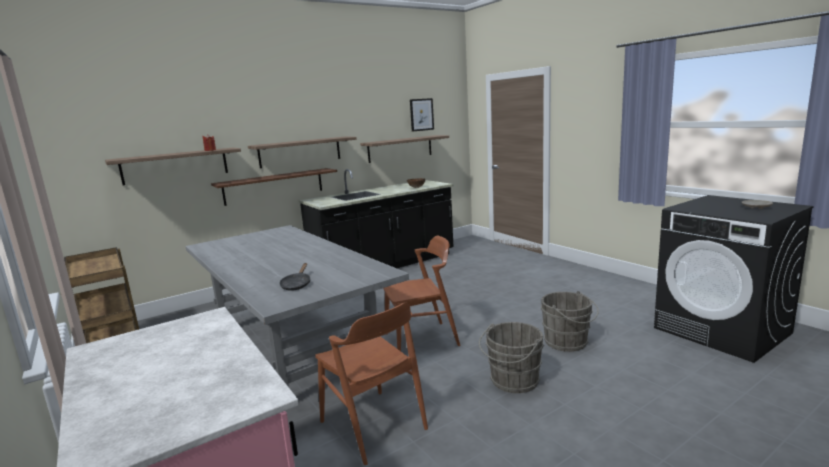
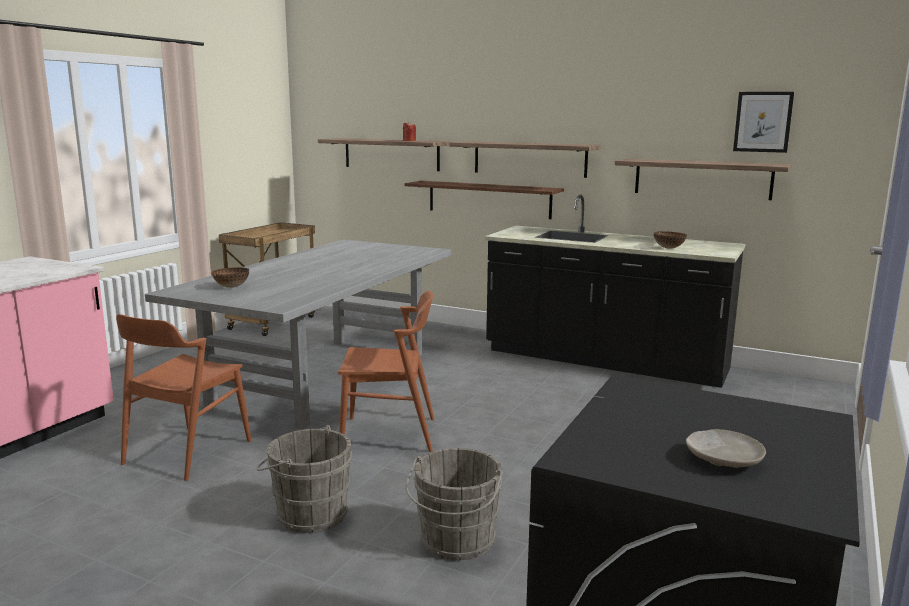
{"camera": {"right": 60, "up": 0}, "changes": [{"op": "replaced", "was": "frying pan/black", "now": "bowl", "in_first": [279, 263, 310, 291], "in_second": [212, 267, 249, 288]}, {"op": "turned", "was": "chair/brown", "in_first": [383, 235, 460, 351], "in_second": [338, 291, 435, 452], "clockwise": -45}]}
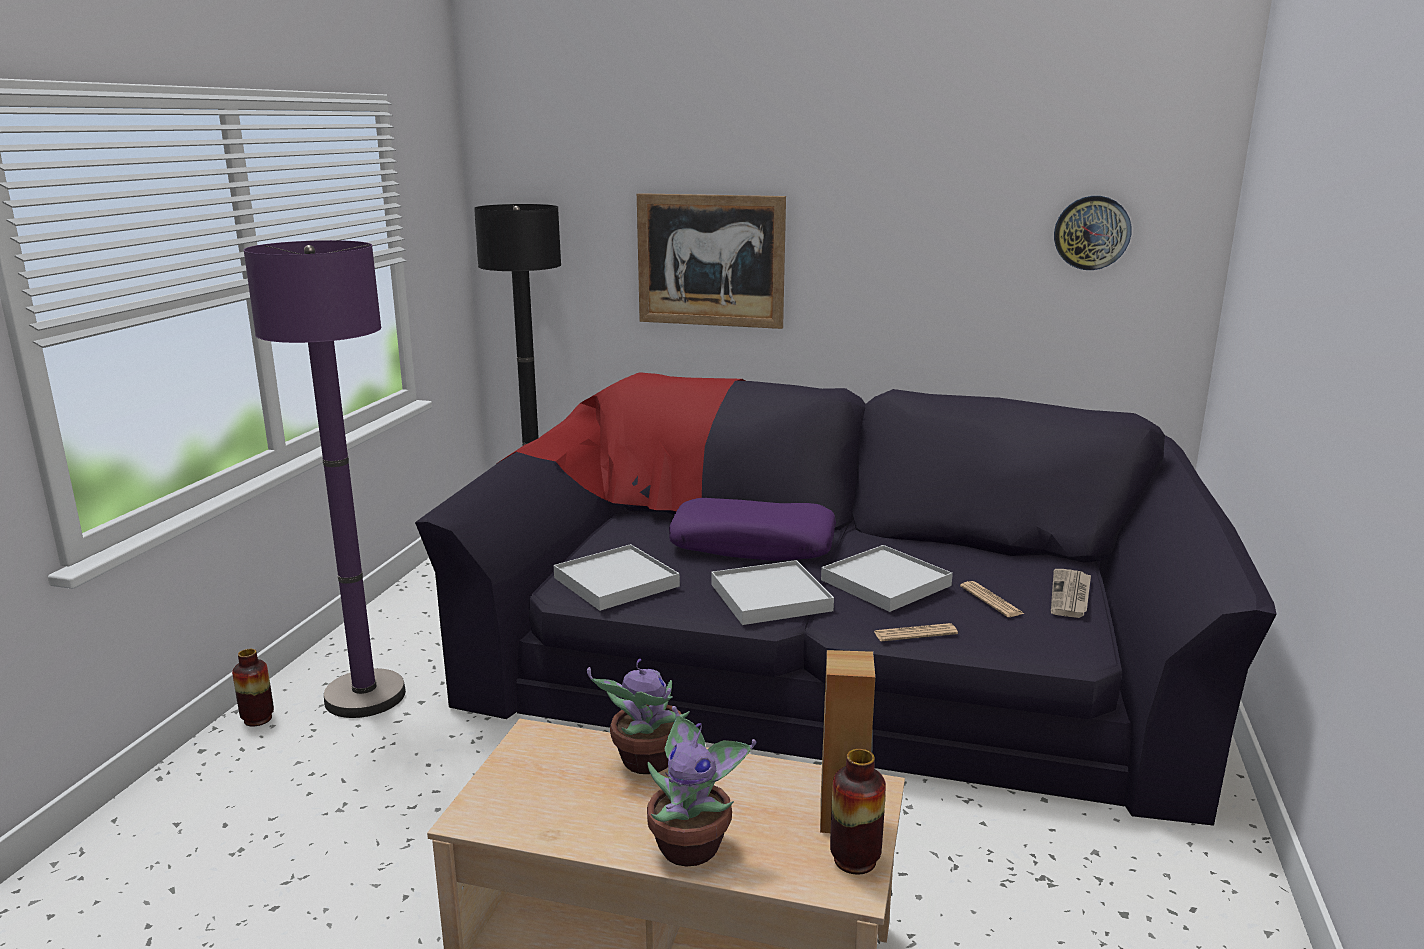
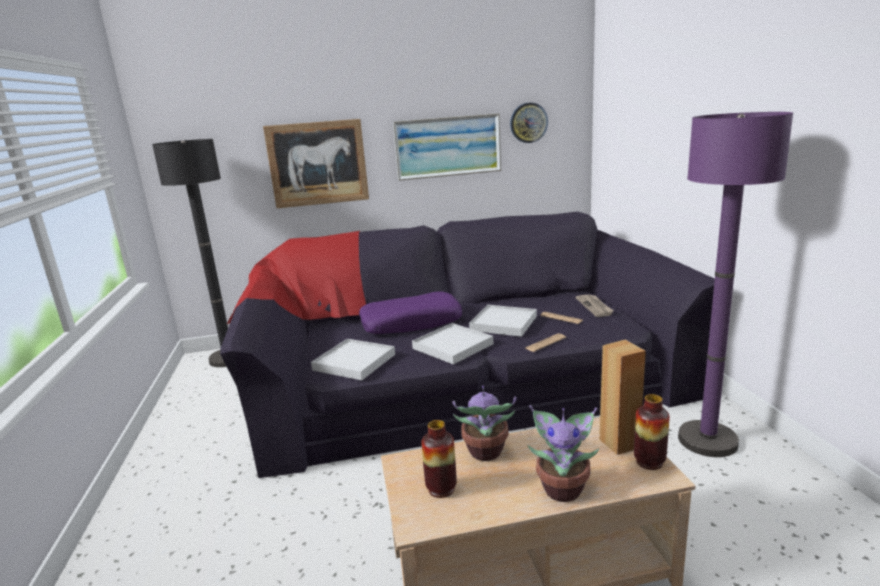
{"camera": {"right": -25, "up": 0}, "changes": [{"op": "moved", "was": "vase", "in_first": [232, 649, 274, 727], "in_second": [421, 420, 457, 498]}, {"op": "moved", "was": "floor lamp/purple", "in_first": [243, 240, 406, 718], "in_second": [678, 112, 793, 457]}, {"op": "added", "now": "picture", "in_second": [393, 113, 501, 181]}]}
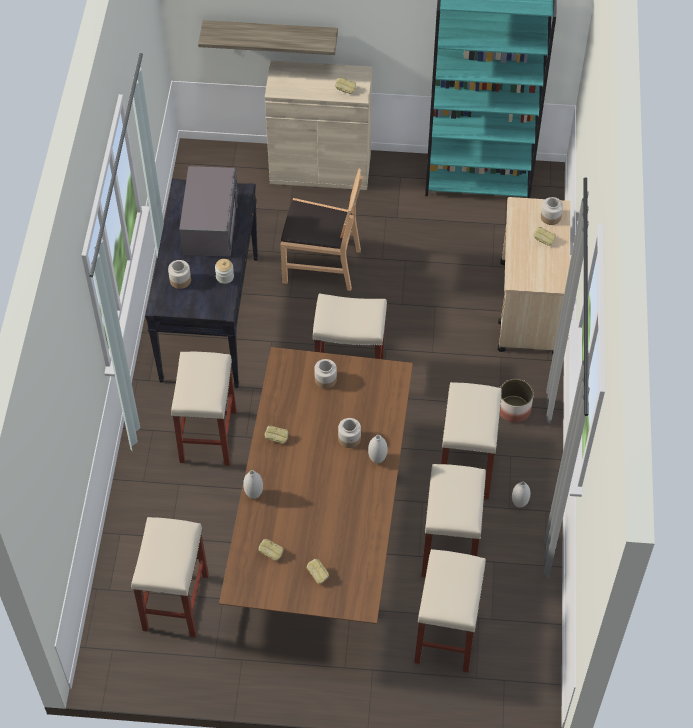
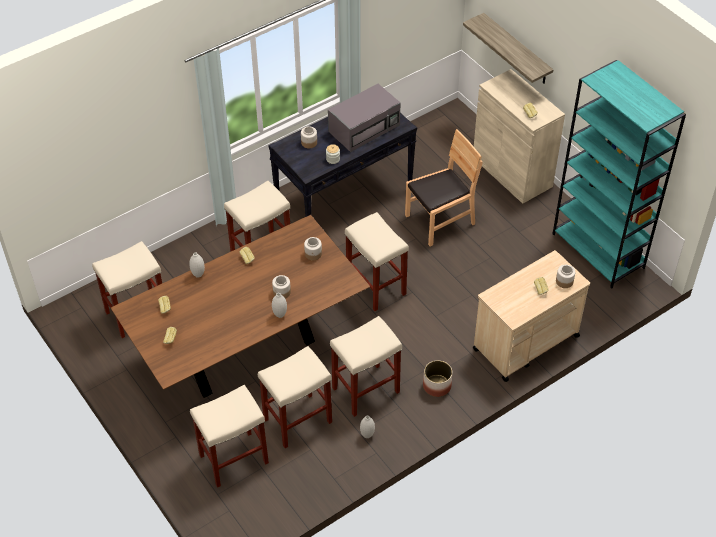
{"camera": {"right": 50, "up": -5}, "changes": [{"op": "turned", "was": "chair/brown", "in_first": [280, 169, 363, 291], "in_second": [405, 129, 483, 246], "clockwise": -90}]}
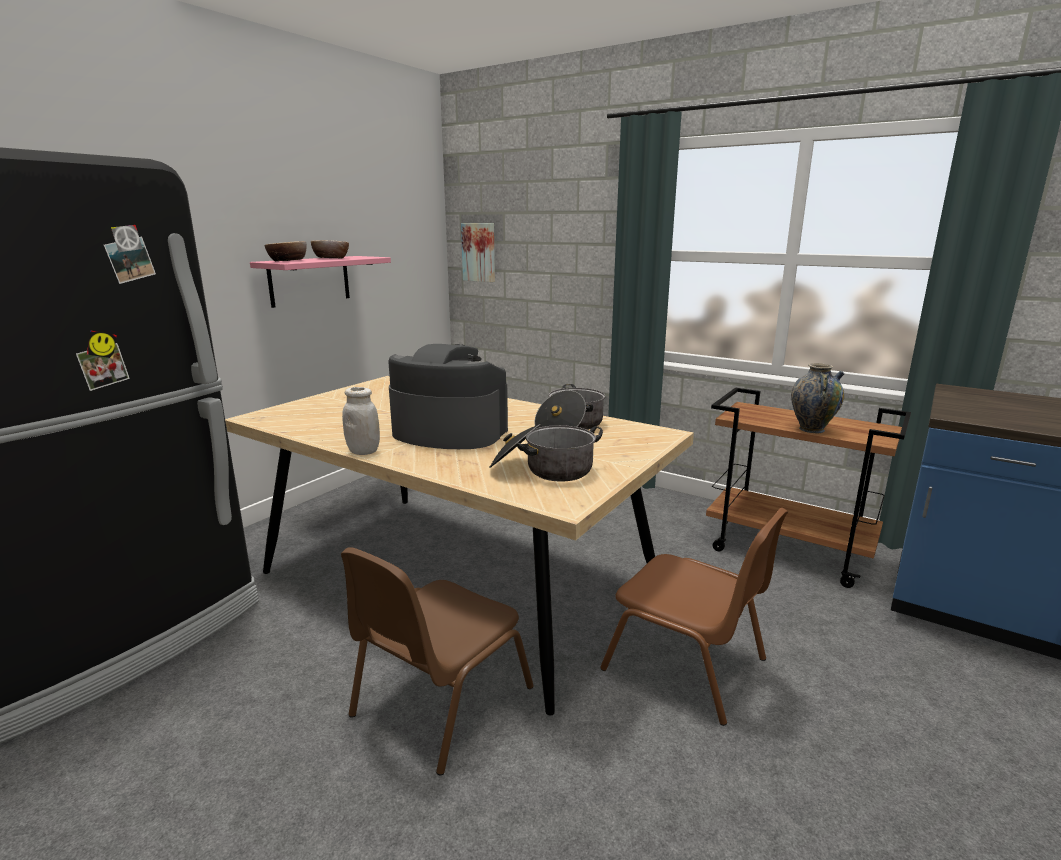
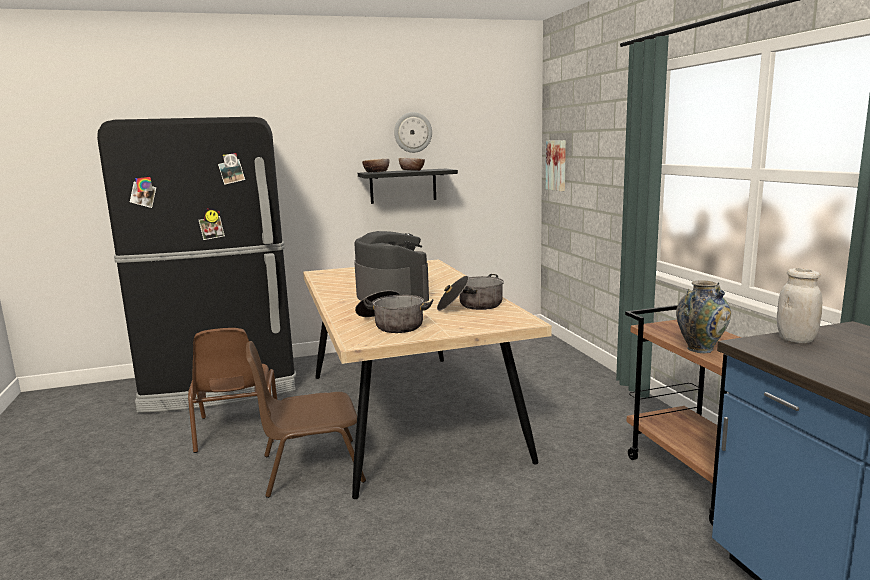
{"camera": {"right": 40, "up": -5}, "changes": [{"op": "recoloured", "was": "shelf/pink", "now": "shelf/black", "in_first": [250, 256, 391, 308], "in_second": [358, 169, 458, 204]}, {"op": "moved", "was": "jar/white", "in_first": [342, 387, 380, 455], "in_second": [777, 268, 822, 343]}, {"op": "moved", "was": "chair/brown", "in_first": [600, 508, 788, 726], "in_second": [188, 328, 277, 453]}, {"op": "added", "now": "wall clock", "in_second": [394, 112, 432, 153]}]}
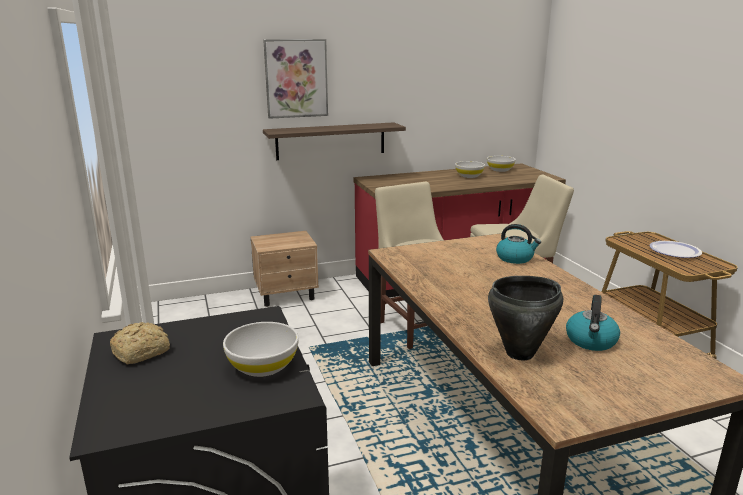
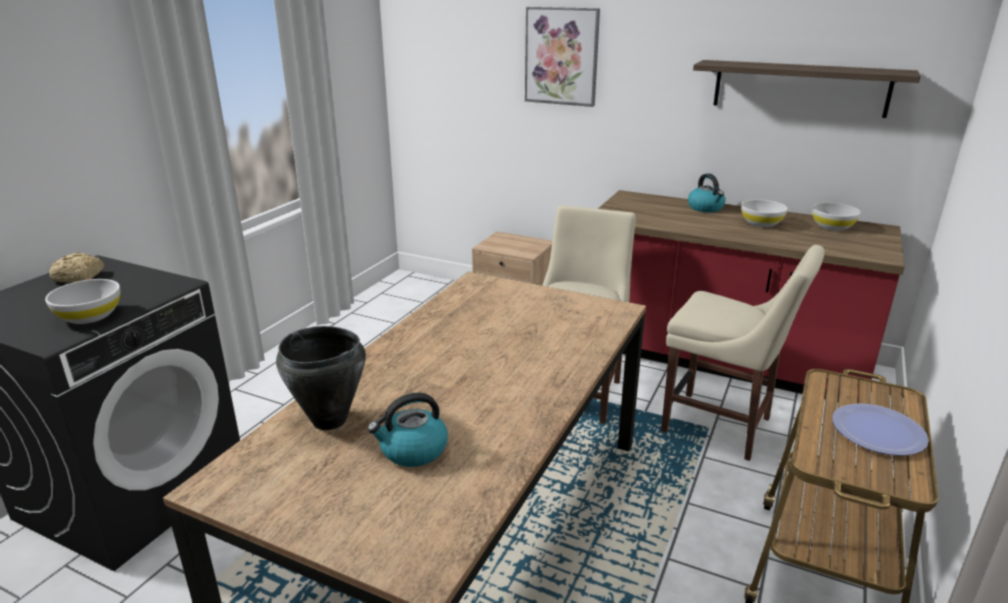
{"camera": {"right": 45, "up": 5}, "changes": [{"op": "moved", "was": "shelf", "in_first": [263, 122, 406, 160], "in_second": [693, 60, 920, 118]}, {"op": "moved", "was": "kettle", "in_first": [496, 224, 541, 264], "in_second": [688, 174, 726, 212]}]}
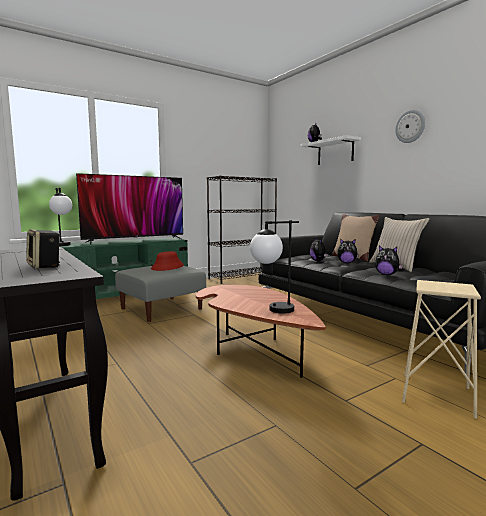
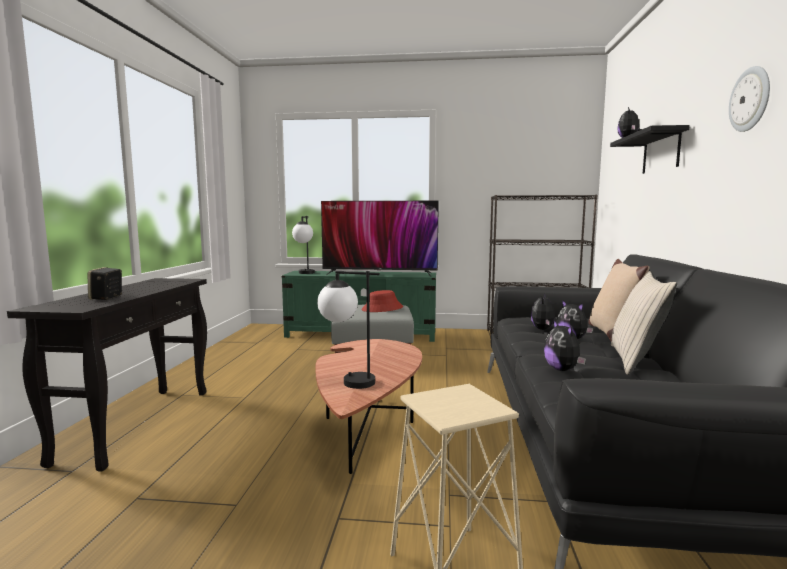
{"camera": {"right": 40, "up": 0}, "changes": [{"op": "recoloured", "was": "shelf/white", "now": "shelf/black", "in_first": [301, 135, 361, 165], "in_second": [610, 125, 690, 174]}]}
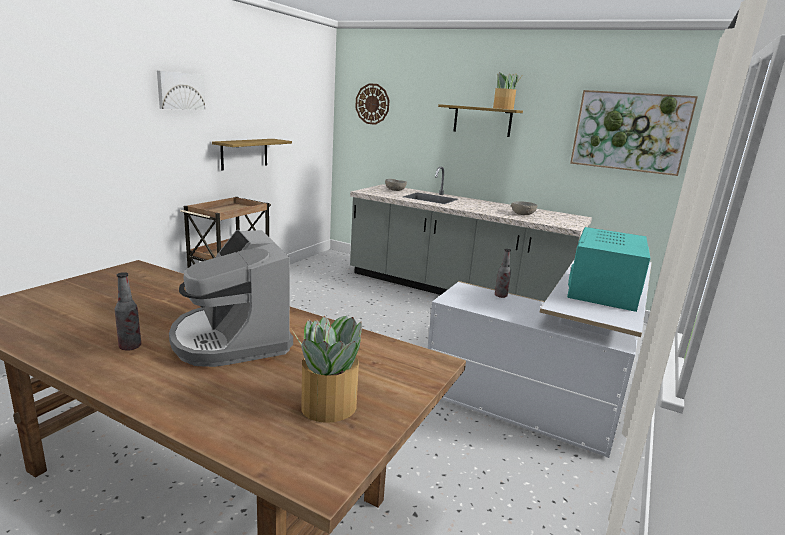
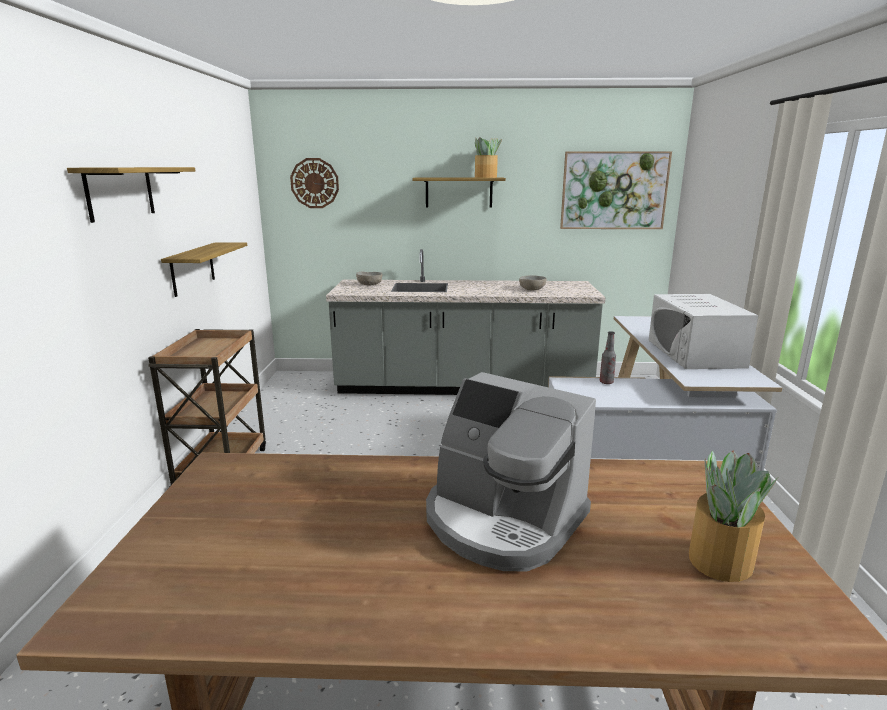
{"camera": {"right": -25, "up": 0}, "changes": [{"op": "removed", "was": "bottle", "in_first": [115, 272, 141, 351]}, {"op": "replaced", "was": "picture", "now": "shelf", "in_first": [157, 71, 205, 110], "in_second": [67, 167, 195, 223]}, {"op": "recoloured", "was": "microwave/turquoise", "now": "microwave/white", "in_first": [567, 227, 650, 312], "in_second": [649, 294, 759, 369]}]}
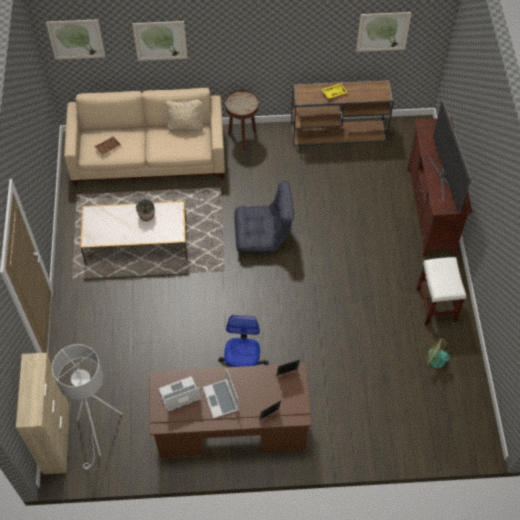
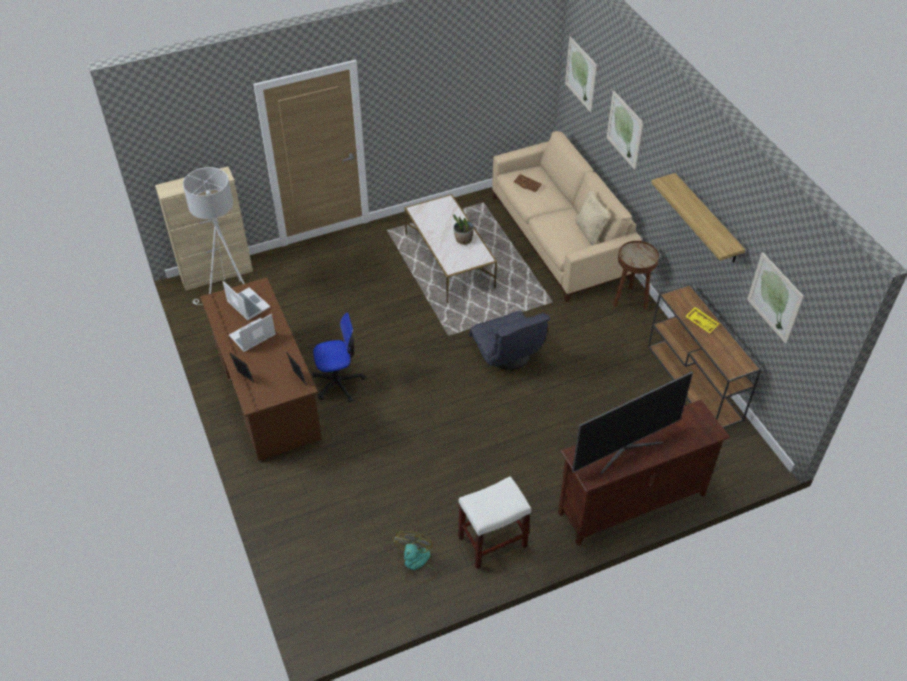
{"camera": {"right": 70, "up": -10}, "changes": [{"op": "added", "now": "shelf", "in_second": [651, 173, 745, 263]}]}
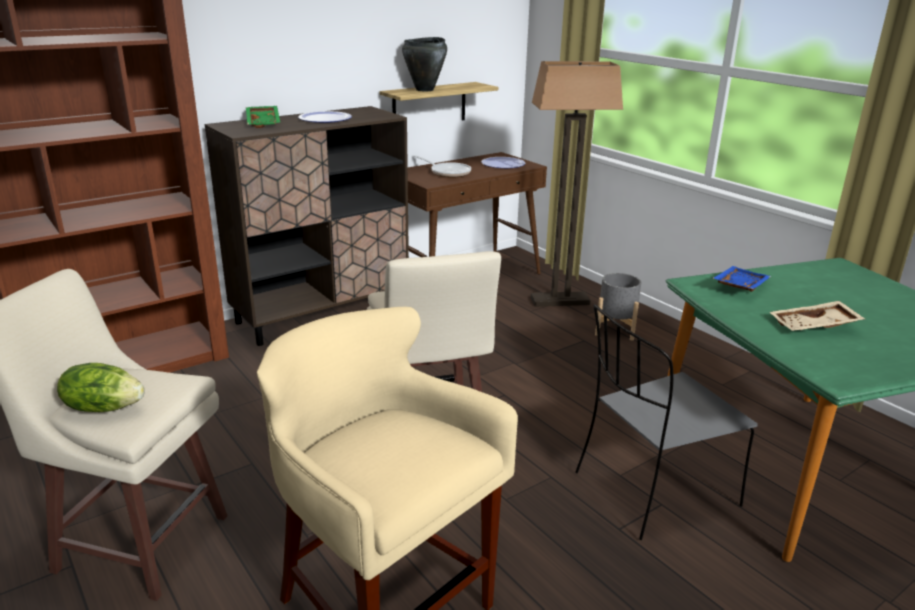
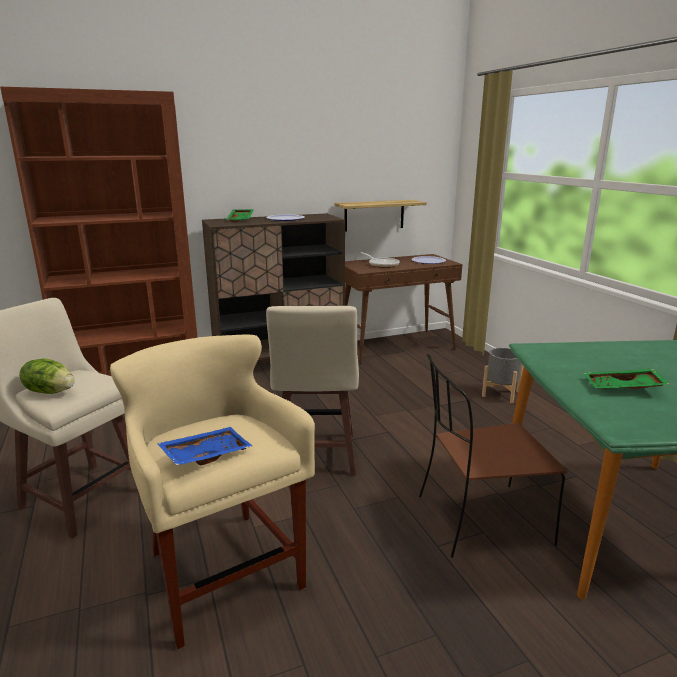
{"camera": {"right": 15, "up": -5}, "changes": [{"op": "removed", "was": "cooking pot/black", "in_first": [402, 37, 447, 91]}, {"op": "removed", "was": "floor lamp", "in_first": [531, 61, 623, 307]}, {"op": "recoloured", "was": "chair/grey", "now": "chair/brown", "in_first": [575, 304, 758, 540], "in_second": [419, 353, 567, 558]}, {"op": "moved", "was": "tray/blue", "in_first": [713, 266, 771, 292], "in_second": [157, 427, 253, 465]}, {"op": "recoloured", "was": "tray/beige", "now": "tray/green", "in_first": [769, 301, 865, 331], "in_second": [584, 369, 669, 389]}]}
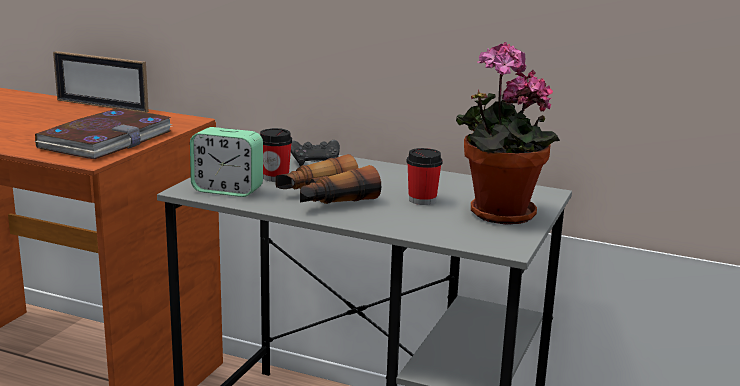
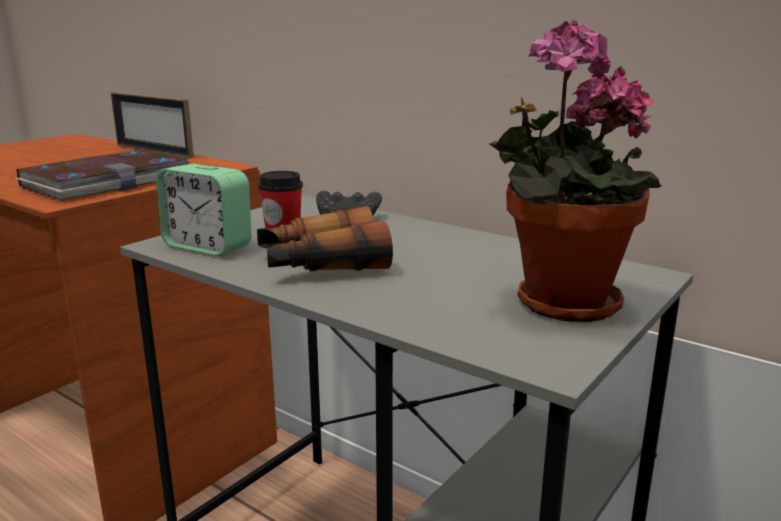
{"camera": {"right": 15, "up": 0}, "changes": [{"op": "removed", "was": "cup", "in_first": [407, 148, 443, 205]}]}
